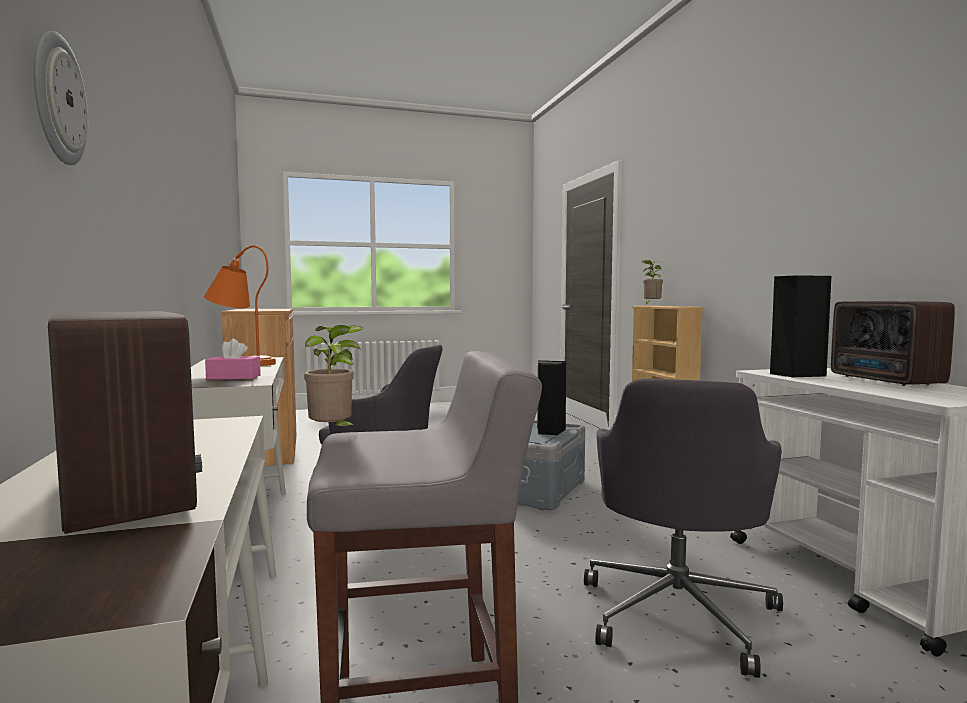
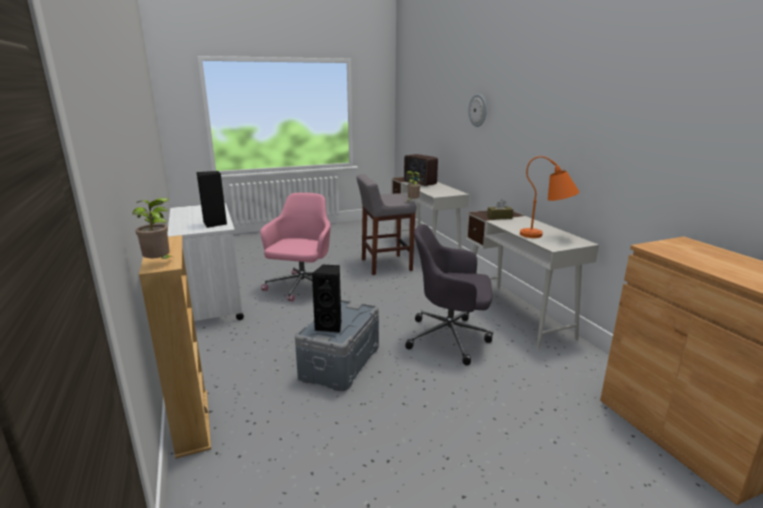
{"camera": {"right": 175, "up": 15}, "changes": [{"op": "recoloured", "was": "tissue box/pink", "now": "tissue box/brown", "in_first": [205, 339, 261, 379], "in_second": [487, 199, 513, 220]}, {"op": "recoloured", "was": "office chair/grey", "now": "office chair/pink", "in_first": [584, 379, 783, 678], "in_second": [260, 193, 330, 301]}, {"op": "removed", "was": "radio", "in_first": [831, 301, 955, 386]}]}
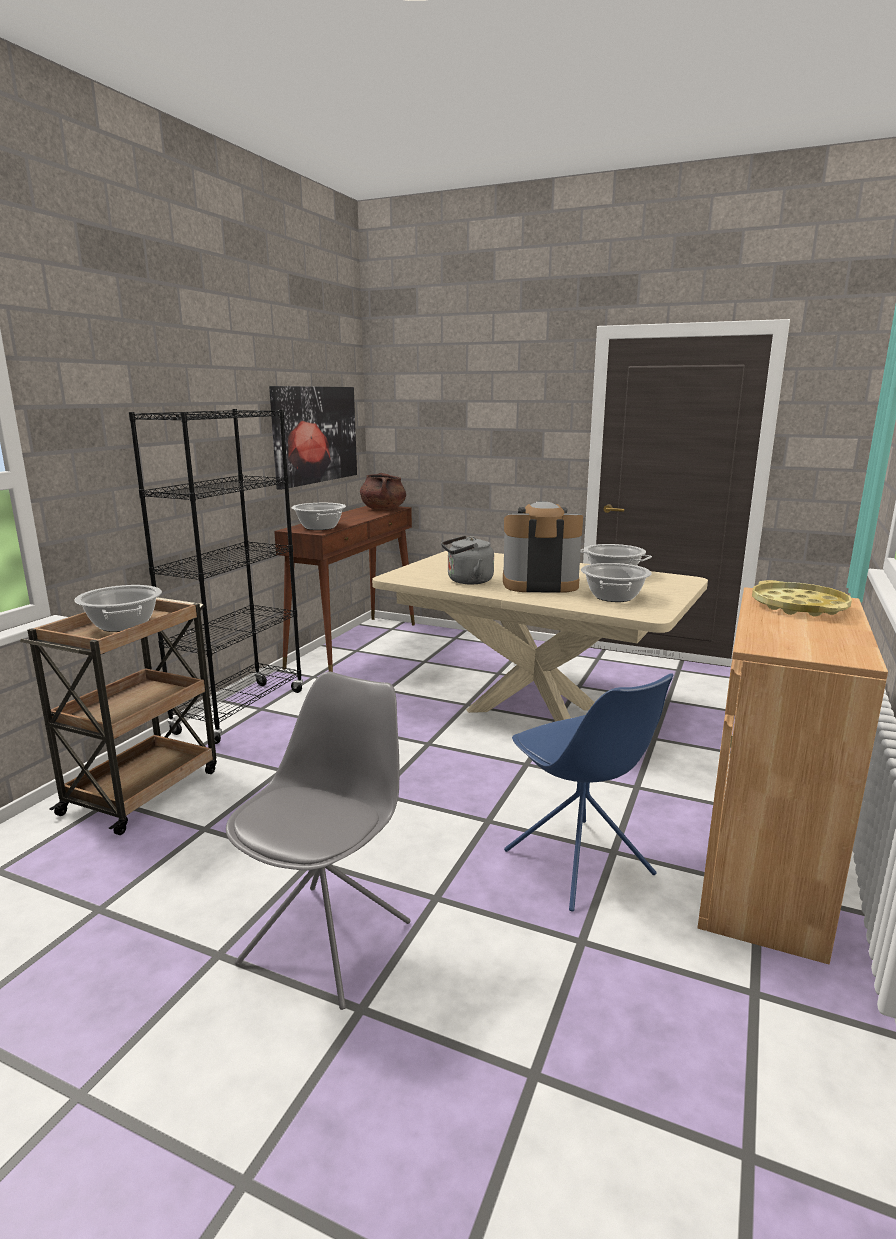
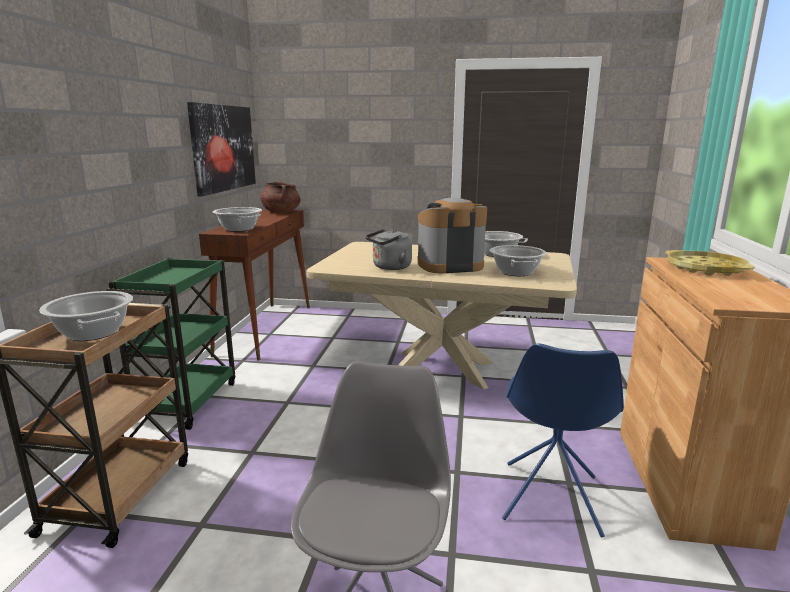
{"camera": {"right": -15, "up": 0}, "changes": [{"op": "replaced", "was": "bookcase/black", "now": "cart/green", "in_first": [129, 409, 303, 744], "in_second": [107, 258, 235, 430]}, {"op": "turned", "was": "chair/blue", "in_first": [504, 673, 673, 911], "in_second": [502, 343, 624, 537], "clockwise": 60}]}
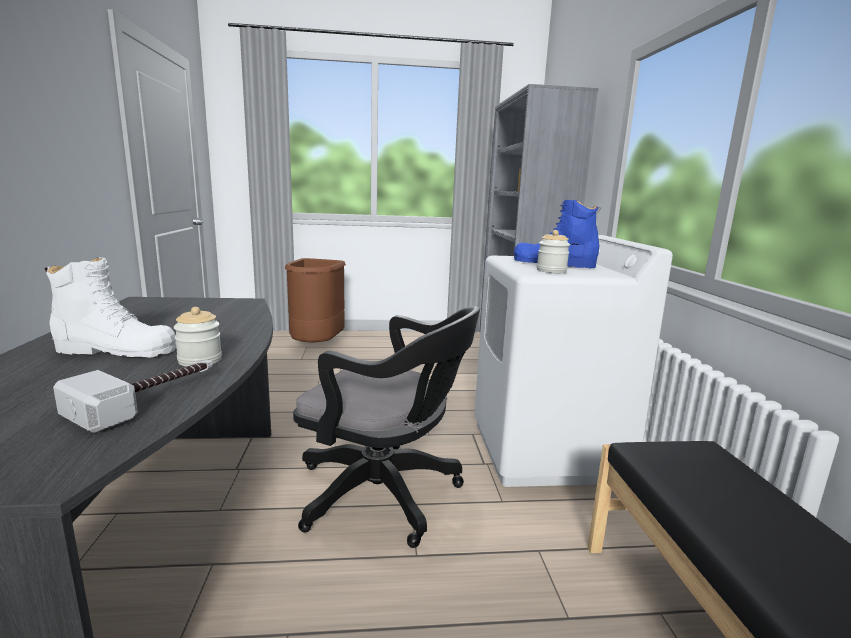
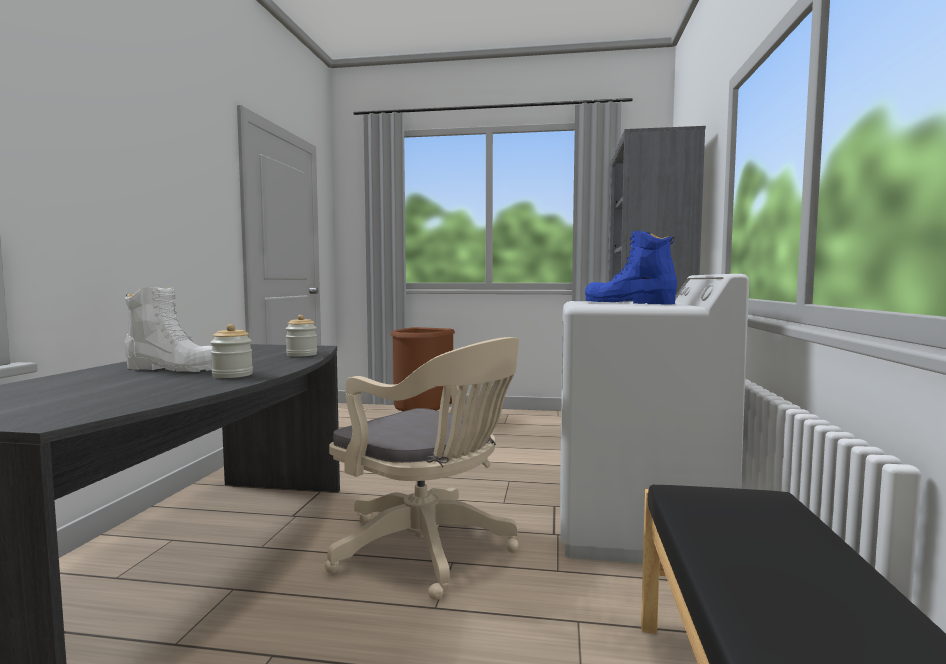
{"camera": {"right": 15, "up": -10}, "changes": [{"op": "removed", "was": "hammer", "in_first": [53, 360, 213, 433]}, {"op": "recoloured", "was": "office chair/black", "now": "office chair/beige", "in_first": [293, 306, 480, 548], "in_second": [325, 337, 519, 600]}, {"op": "moved", "was": "jar", "in_first": [537, 230, 570, 273], "in_second": [286, 315, 317, 356]}]}
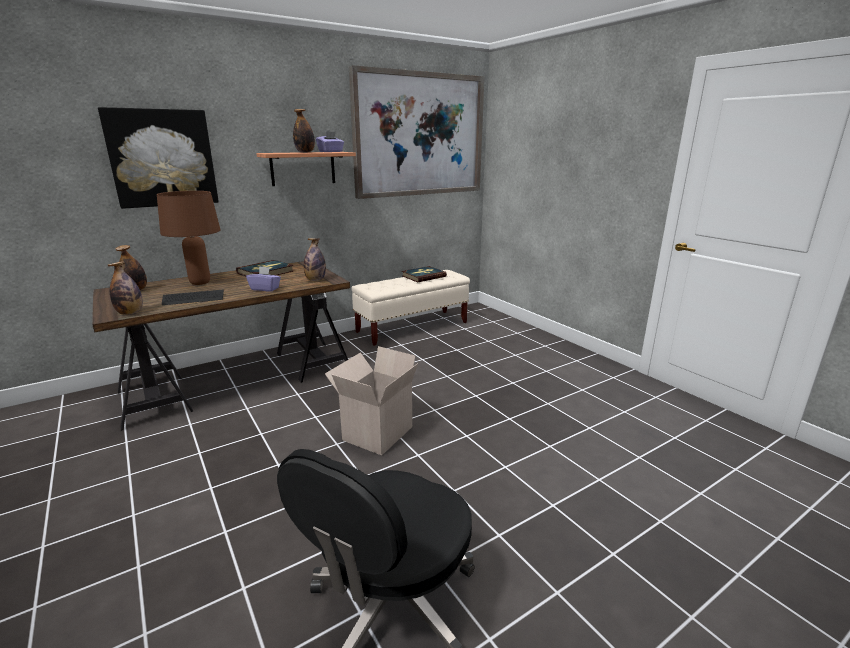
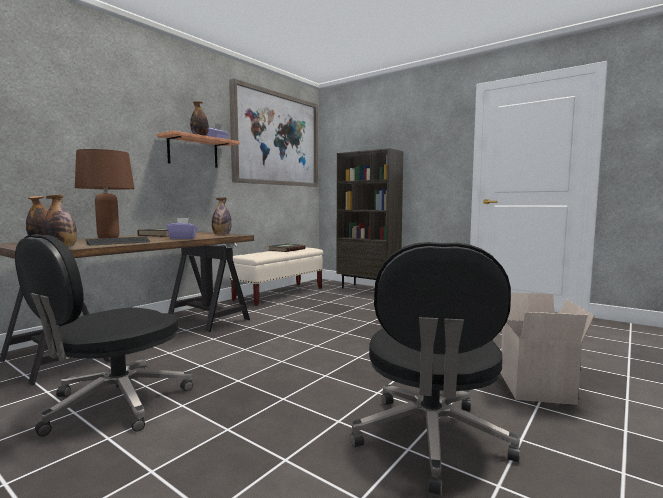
{"camera": {"right": -20, "up": -15}, "changes": [{"op": "removed", "was": "picture", "in_first": [98, 107, 219, 209]}, {"op": "moved", "was": "cardboard box", "in_first": [325, 346, 418, 455], "in_second": [501, 293, 594, 405]}, {"op": "added", "now": "office chair/black", "in_second": [15, 234, 193, 436]}, {"op": "added", "now": "bookcase/brown", "in_second": [337, 148, 403, 289]}]}
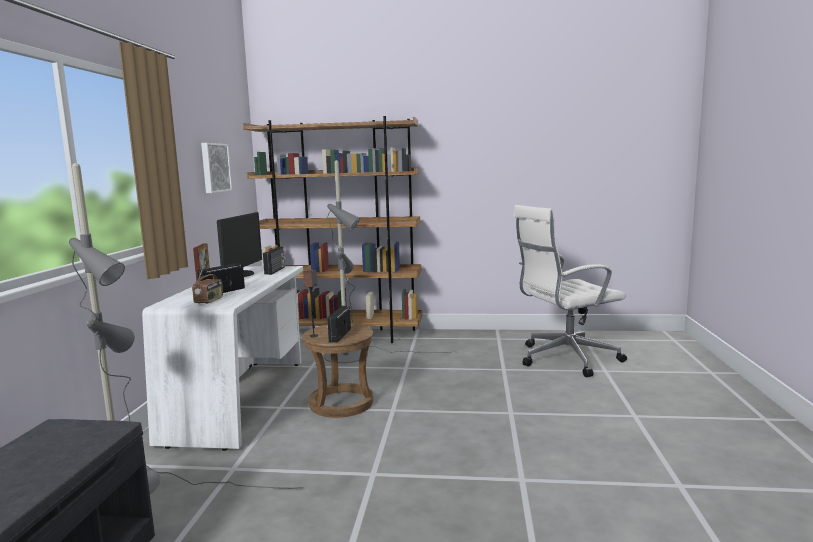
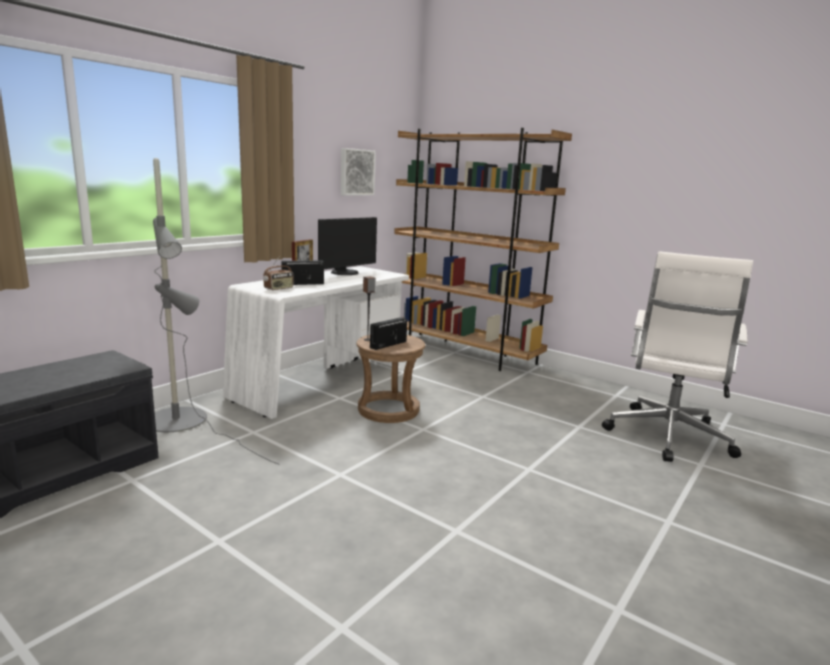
{"camera": {"right": 30, "up": 5}, "changes": [{"op": "removed", "was": "radio", "in_first": [263, 247, 285, 275]}, {"op": "removed", "was": "floor lamp/grey", "in_first": [324, 160, 451, 363]}, {"op": "turned", "was": "office chair/white", "in_first": [513, 205, 627, 377], "in_second": [602, 252, 753, 462], "clockwise": -75}]}
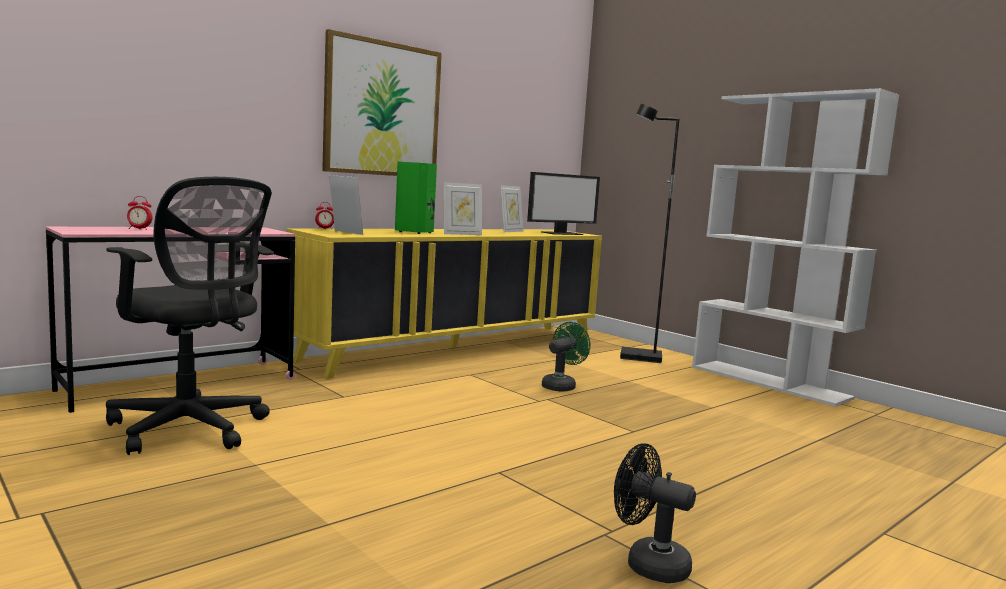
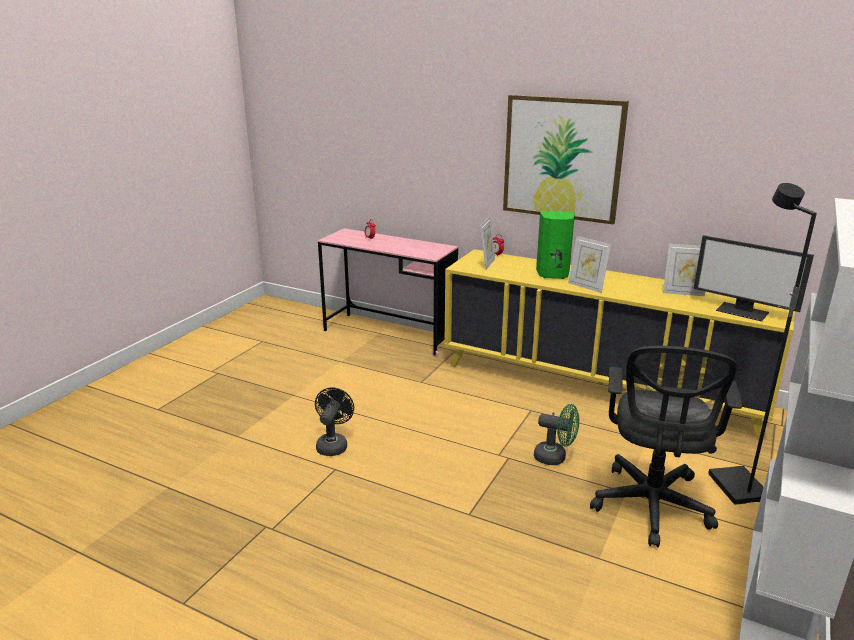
{"camera": {"right": 70, "up": 15}, "changes": [{"op": "moved", "was": "office chair/black", "in_first": [106, 177, 274, 455], "in_second": [590, 346, 742, 547]}, {"op": "moved", "was": "fan/black", "in_first": [614, 443, 696, 583], "in_second": [315, 387, 354, 456]}]}
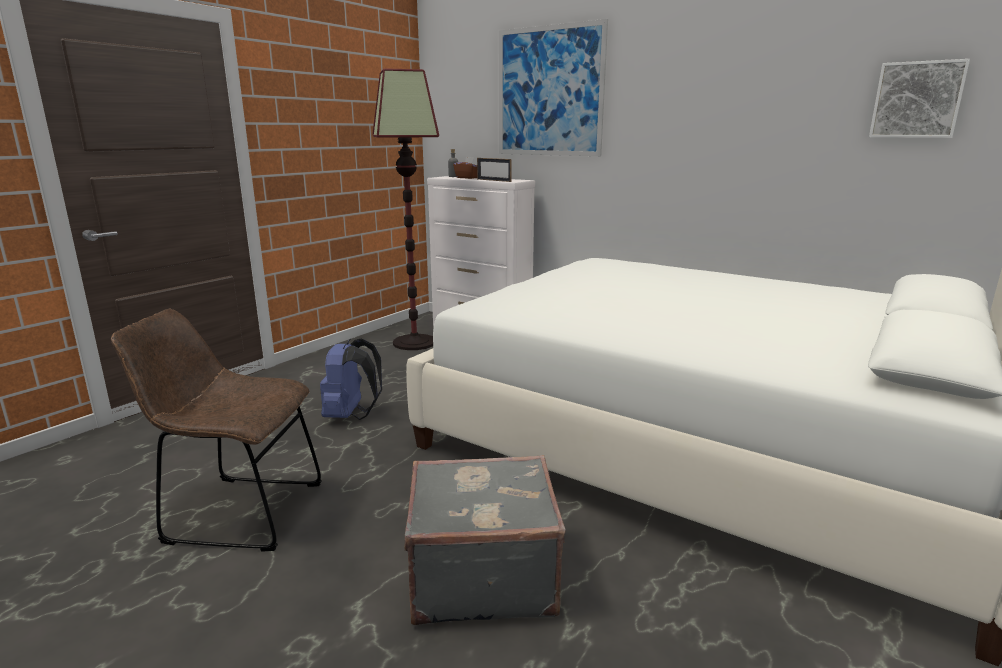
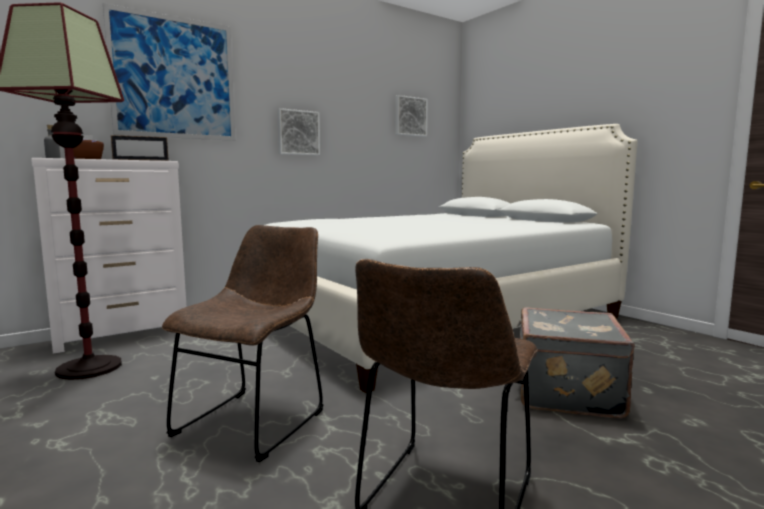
{"camera": {"right": -70, "up": -10}, "changes": [{"op": "replaced", "was": "backpack/blue", "now": "chair/brown", "in_first": [320, 339, 382, 420], "in_second": [162, 225, 323, 462]}, {"op": "added", "now": "picture", "in_second": [277, 108, 320, 155]}]}
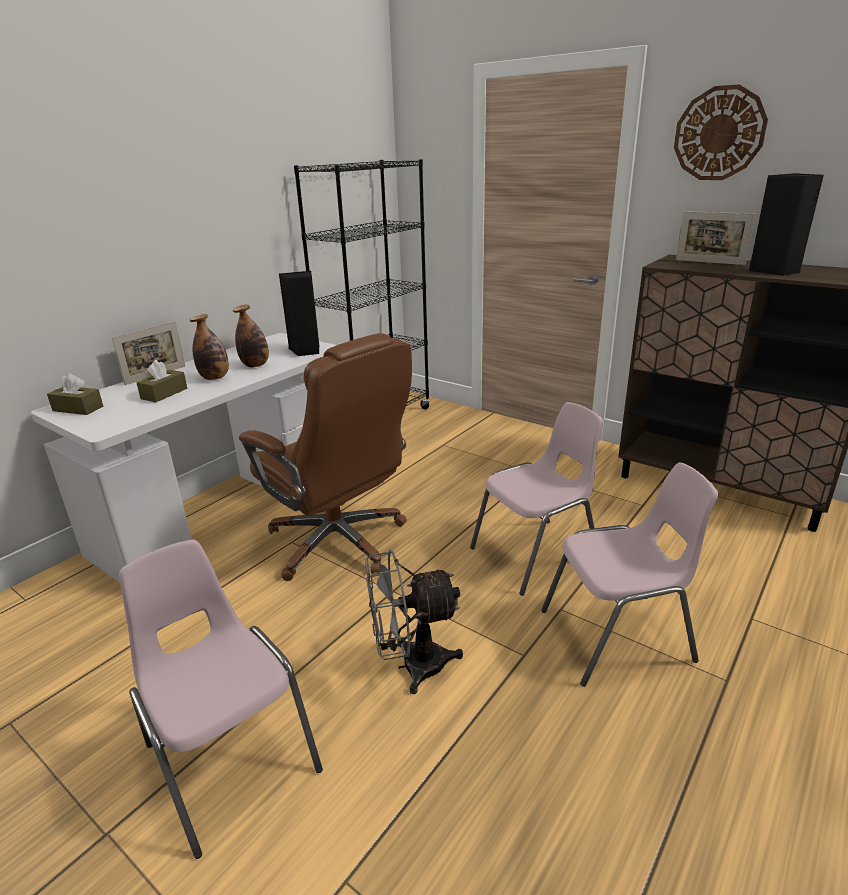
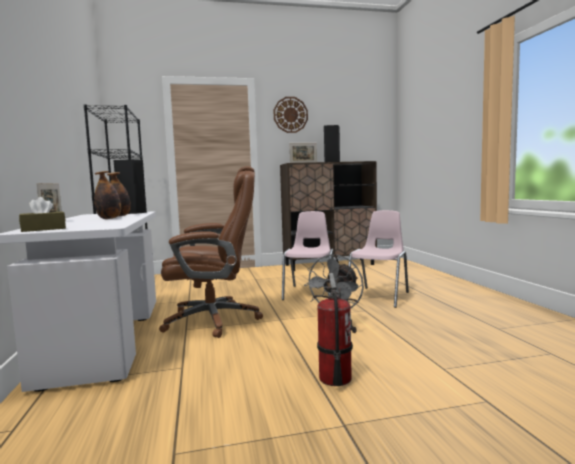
{"camera": {"right": -50, "up": -20}, "changes": [{"op": "replaced", "was": "chair/pink", "now": "fire extinguisher", "in_first": [119, 540, 323, 859], "in_second": [317, 273, 352, 386]}, {"op": "removed", "was": "tissue box/brown", "in_first": [136, 360, 187, 402]}]}
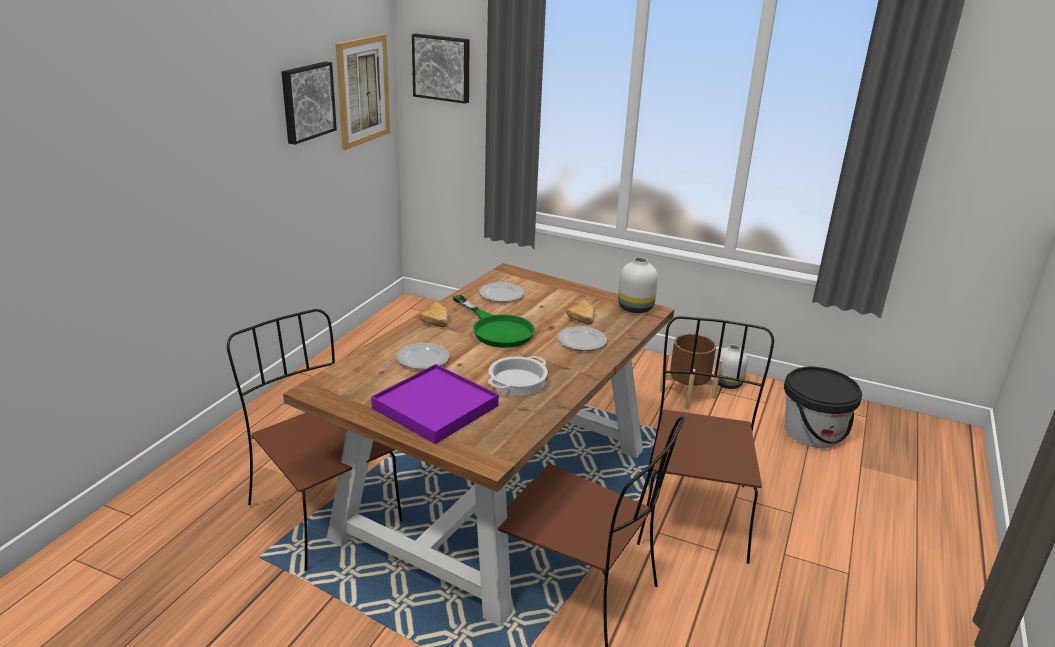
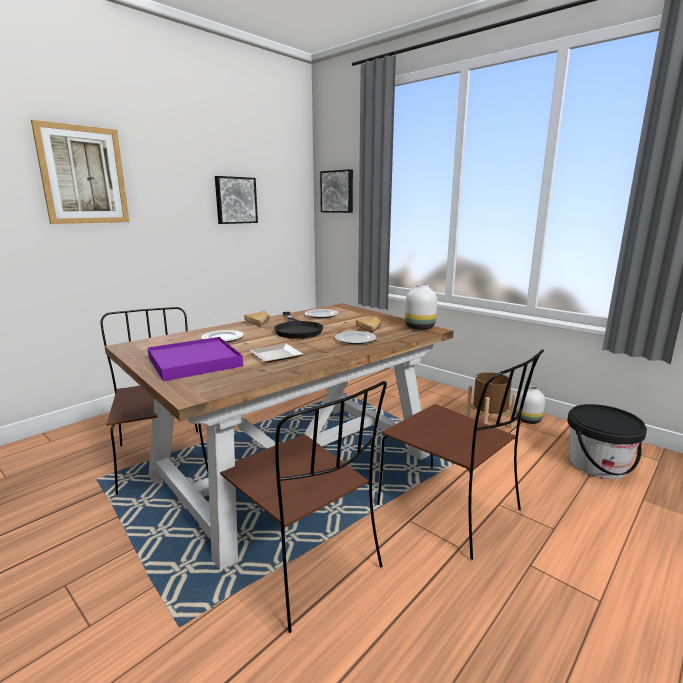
{"camera": {"right": 20, "up": -10}, "changes": [{"op": "moved", "was": "picture", "in_first": [336, 34, 390, 150], "in_second": [31, 120, 130, 224]}, {"op": "recoloured", "was": "frying pan/green", "now": "frying pan/black", "in_first": [453, 295, 535, 348], "in_second": [274, 312, 323, 339]}, {"op": "replaced", "was": "cooking pot", "now": "plate", "in_first": [488, 356, 548, 396], "in_second": [249, 344, 304, 362]}, {"op": "turned", "was": "chair/brown", "in_first": [637, 316, 774, 564], "in_second": [377, 349, 544, 560], "clockwise": 105}]}
